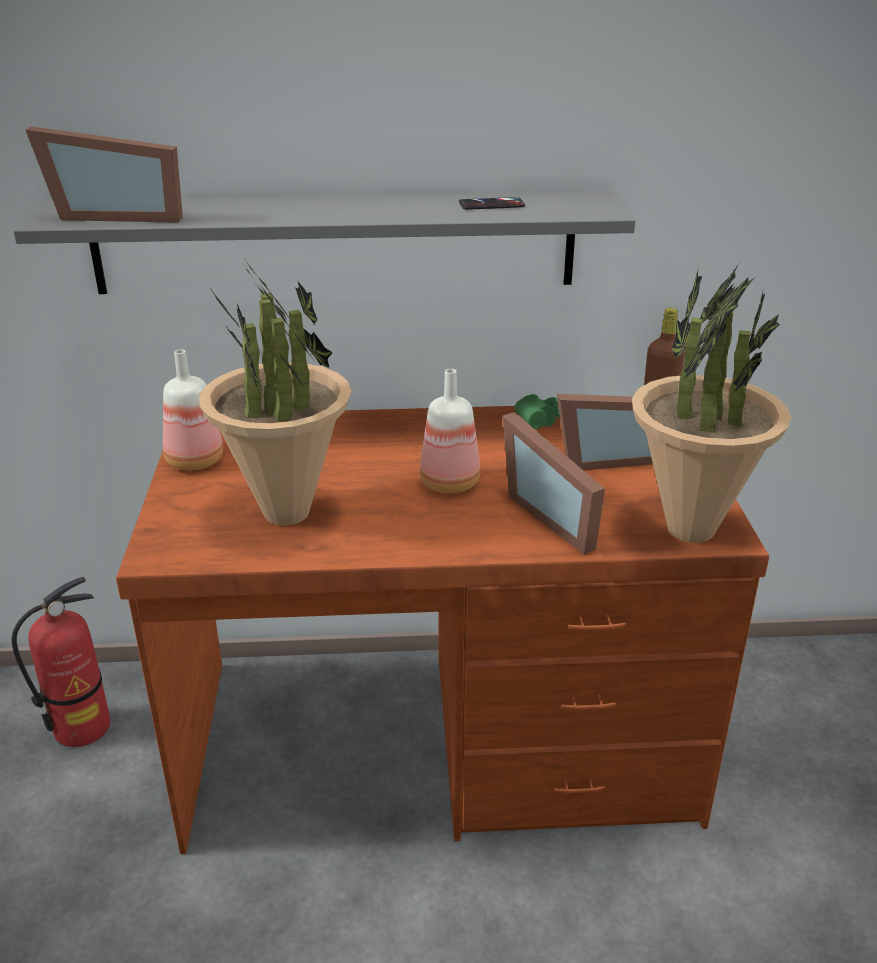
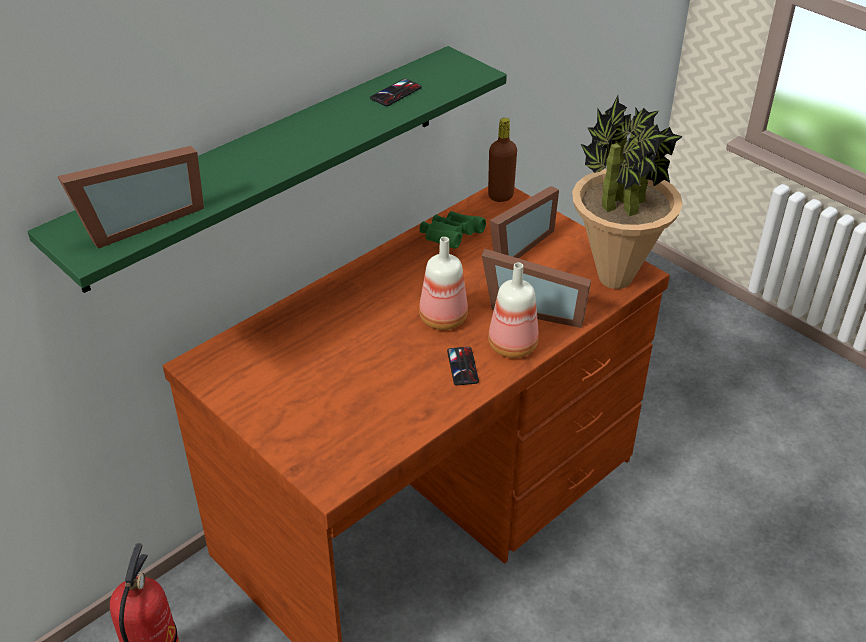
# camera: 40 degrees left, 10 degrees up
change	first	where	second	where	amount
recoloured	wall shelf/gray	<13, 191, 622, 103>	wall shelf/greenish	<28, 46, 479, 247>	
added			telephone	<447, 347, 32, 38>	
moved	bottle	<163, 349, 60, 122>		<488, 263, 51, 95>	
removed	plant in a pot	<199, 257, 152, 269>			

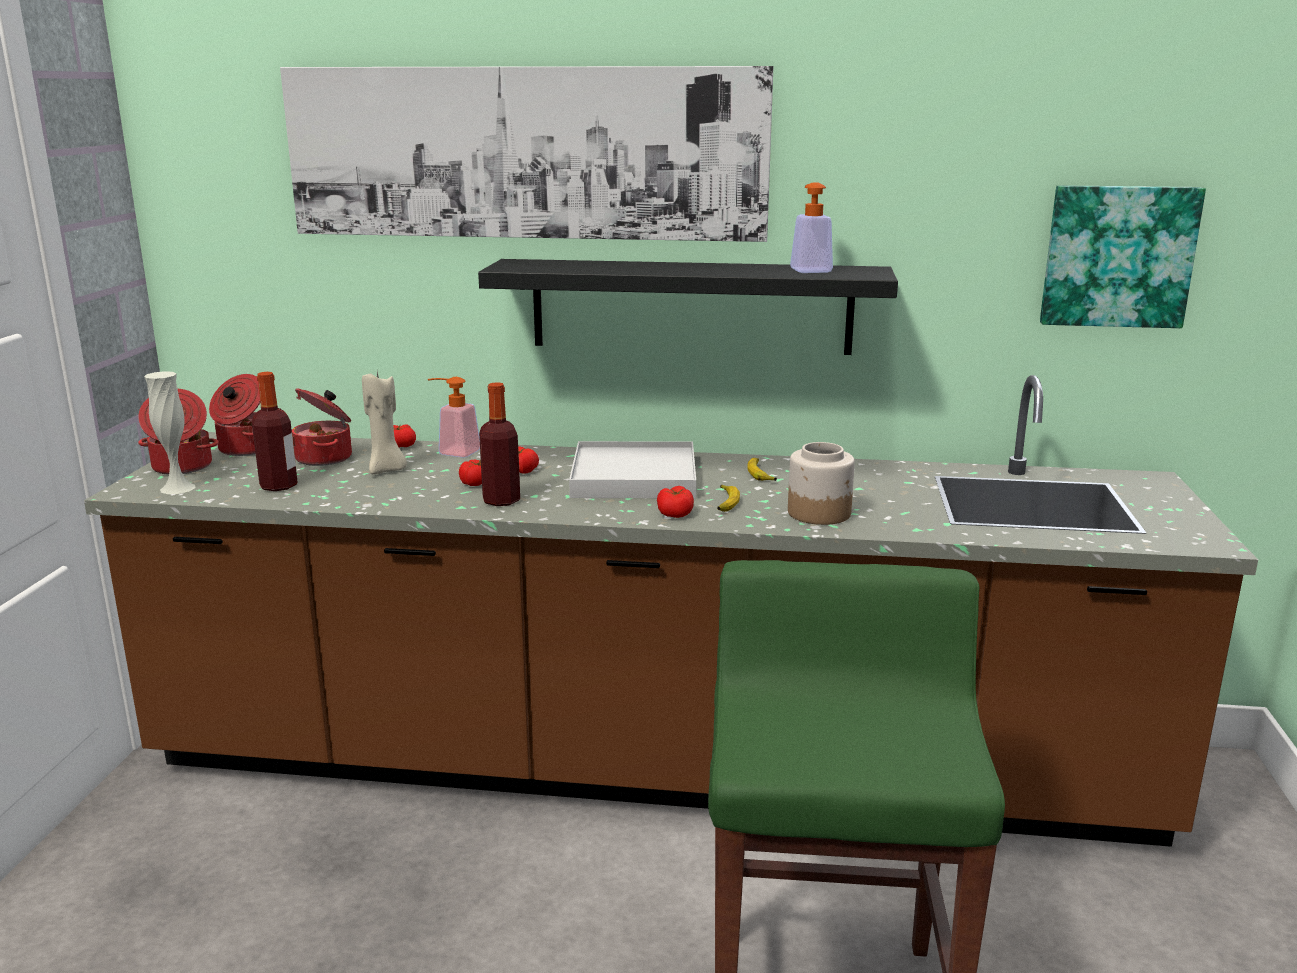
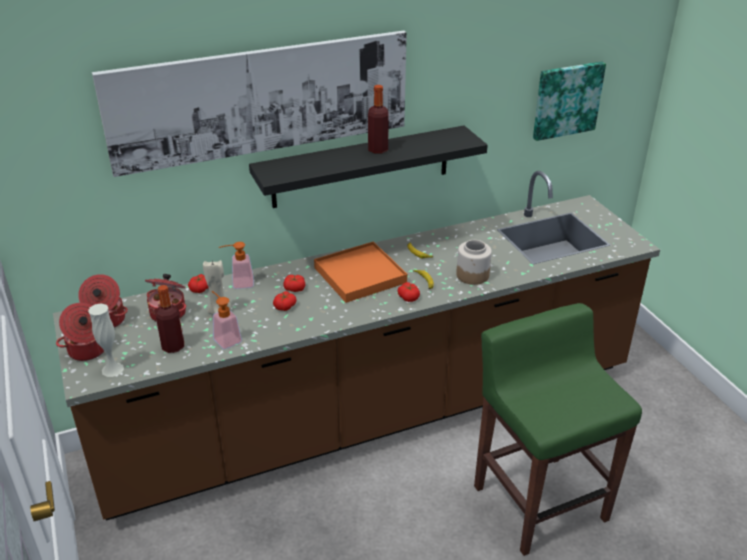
# camera: 30 degrees left, 15 degrees up
change	first	where	second	where	amount
moved	liquid soap bottle	<790, 182, 43, 91>		<212, 291, 30, 58>	
recoloured	carrying tray/white	<569, 441, 127, 58>	carrying tray/orange	<314, 242, 93, 61>	
moved	bottle	<479, 382, 41, 124>		<368, 85, 21, 69>	

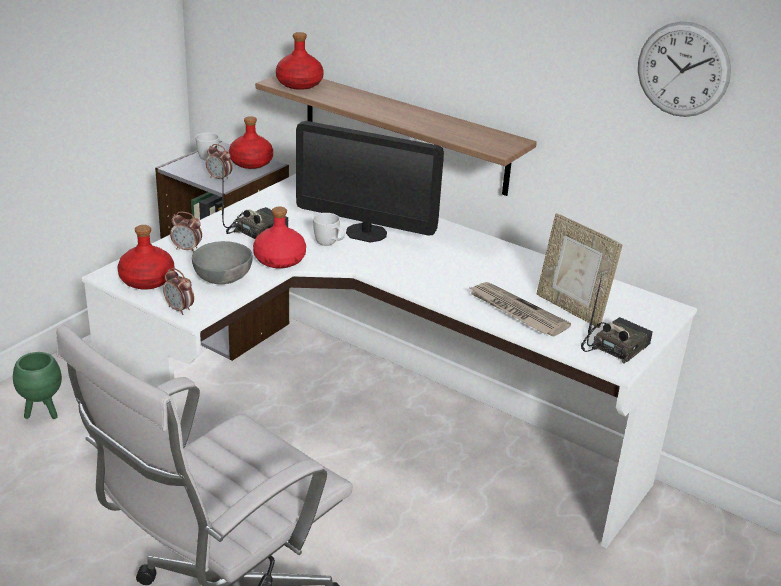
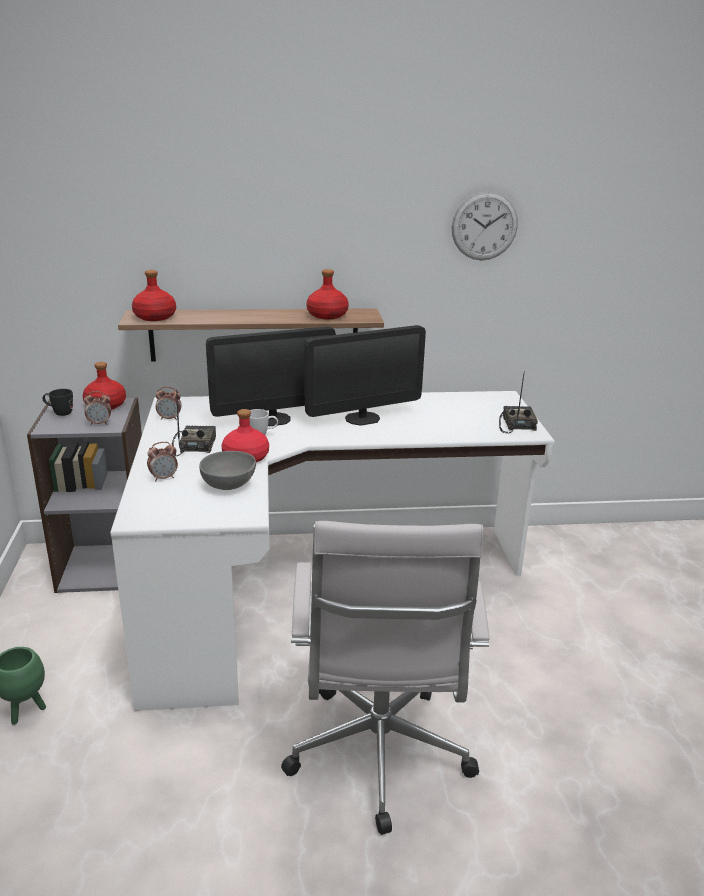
# camera: 40 degrees left, 5 degrees down
change	first	where	second	where	amount
recoloured	coffee mug/white	<195, 133, 24, 28>	coffee mug/blackish	<42, 389, 31, 27>	
moved	table clock	<163, 268, 31, 47>		<156, 387, 26, 33>	
added			monitor	<304, 325, 122, 101>	
moved	bottle/red	<117, 225, 57, 65>		<306, 269, 43, 50>	
removed	printed paper	<468, 282, 103, 54>			
removed	standing frame	<537, 213, 85, 115>			

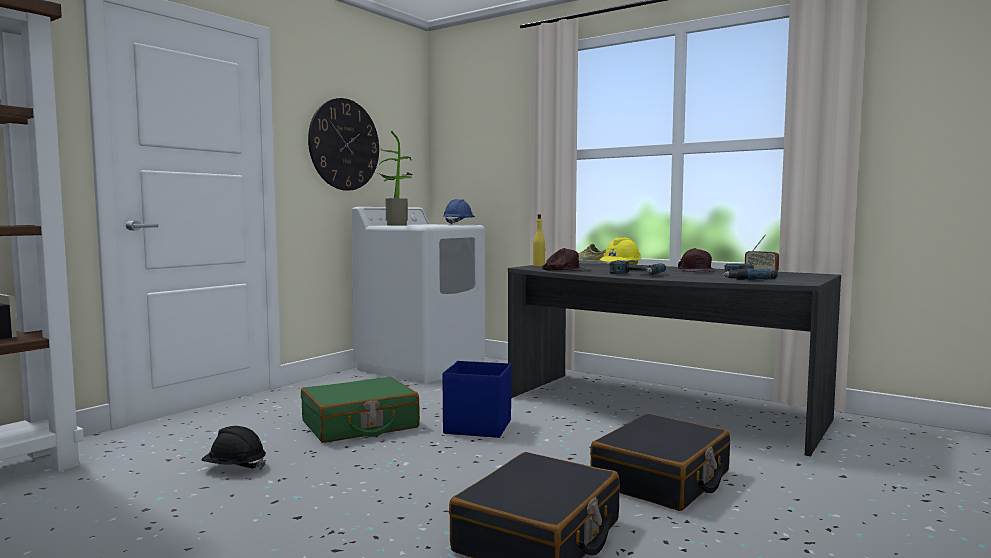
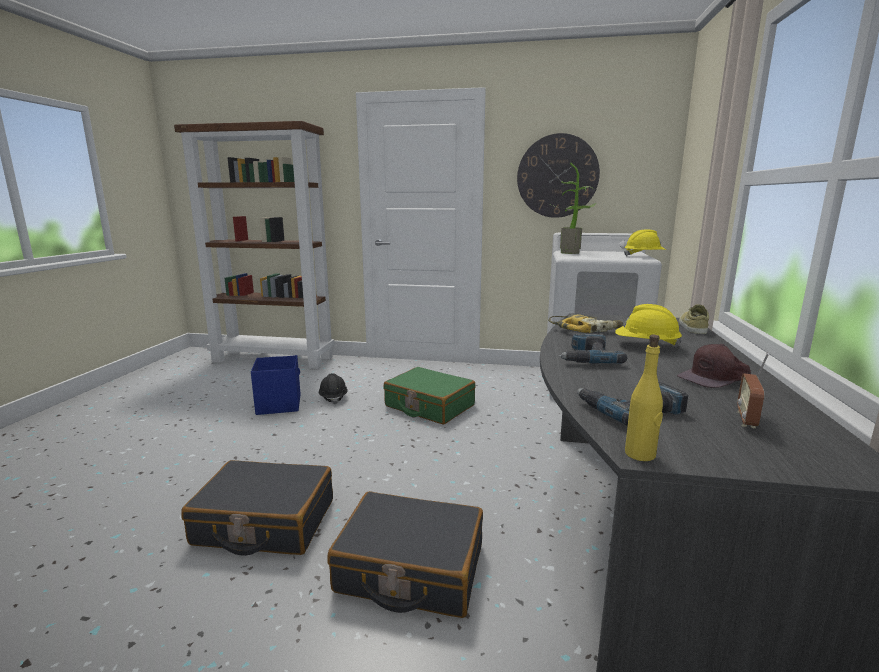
# camera: 65 degrees right, 10 degrees up
change	first	where	second	where	amount
moved	storage container/blue-coloured	<442, 361, 69, 77>		<251, 355, 50, 60>	
replaced	baseball cap/brownish	<542, 248, 49, 23>	power drill	<548, 314, 75, 19>	
recoloured	work helmet/blue-coloured	<444, 199, 31, 26>	work helmet/yellowish	<624, 229, 42, 28>	
moved	bottle/yellowish	<533, 214, 12, 52>		<625, 335, 38, 126>	

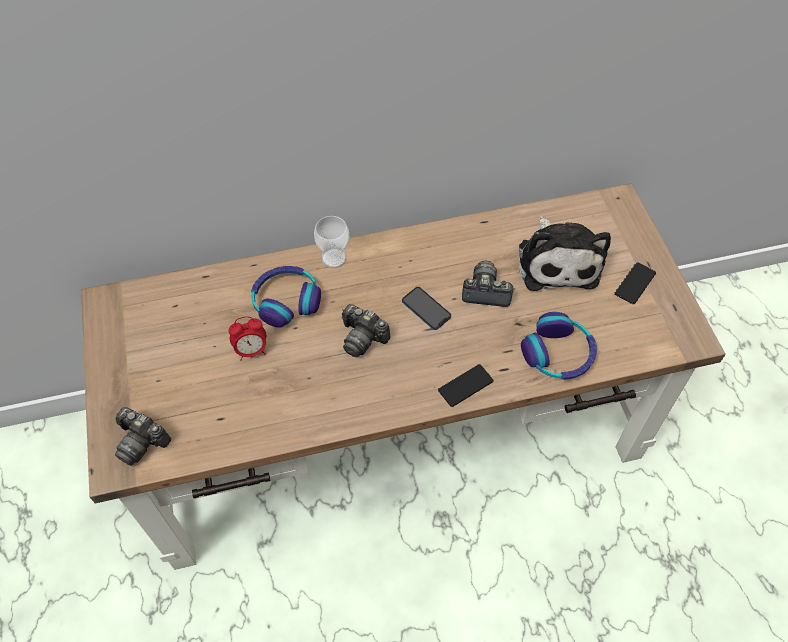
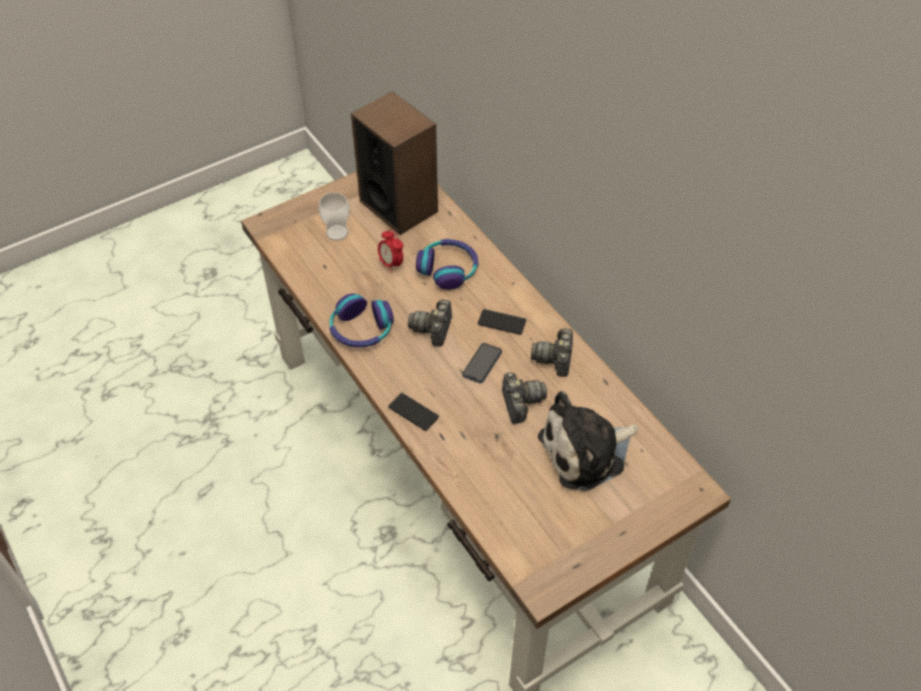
# camera: 70 degrees right, 5 degrees down
change	first	where	second	where	amount
moved	cup	<314, 216, 35, 52>		<318, 193, 32, 48>	
moved	headset	<521, 312, 76, 67>		<330, 293, 64, 54>	
added			audio speaker	<351, 91, 87, 144>	
moved	telephone	<615, 262, 41, 42>		<478, 309, 48, 26>	
moved	photo camera	<115, 407, 56, 59>		<531, 328, 42, 49>	

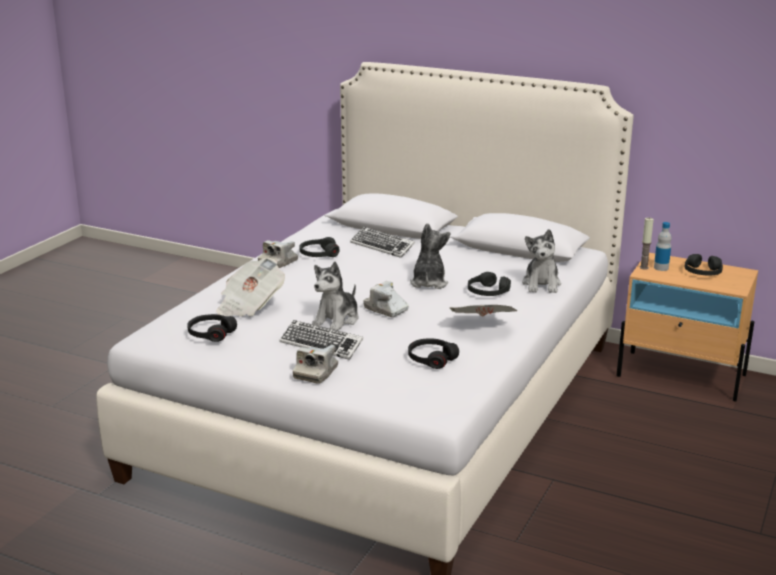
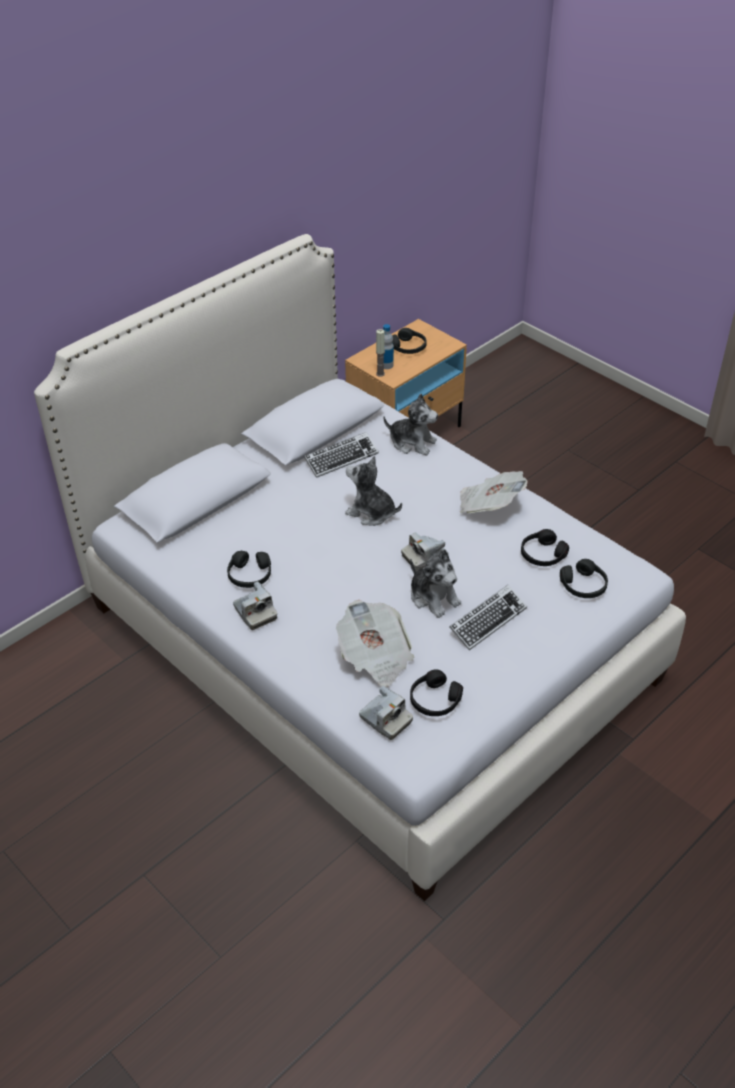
# camera: 70 degrees left, 20 degrees up
change	first	where	second	where	amount
moved	PC keyboard	<350, 227, 65, 31>		<304, 432, 75, 46>	
moved	photo camera	<293, 345, 45, 39>		<359, 686, 54, 54>	
moved	headset/blackish	<468, 272, 43, 24>		<560, 559, 48, 39>	

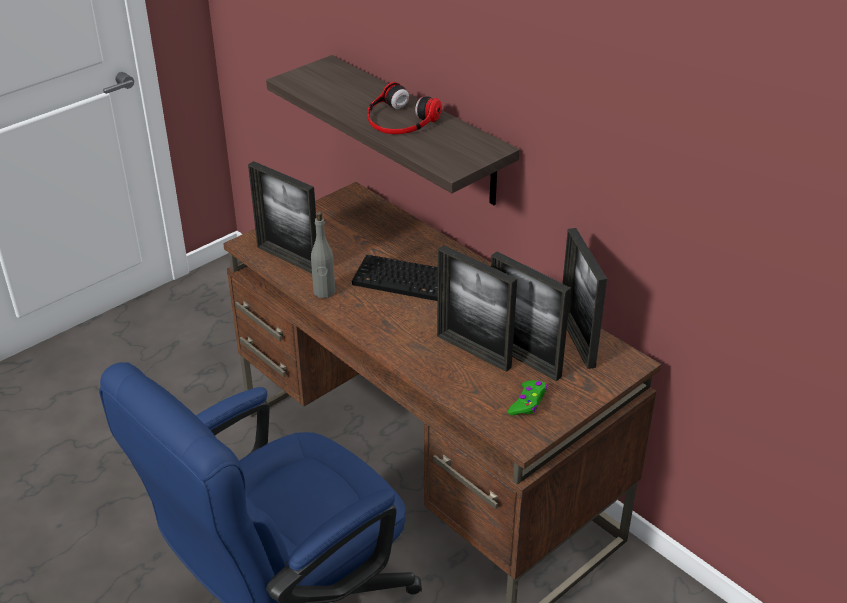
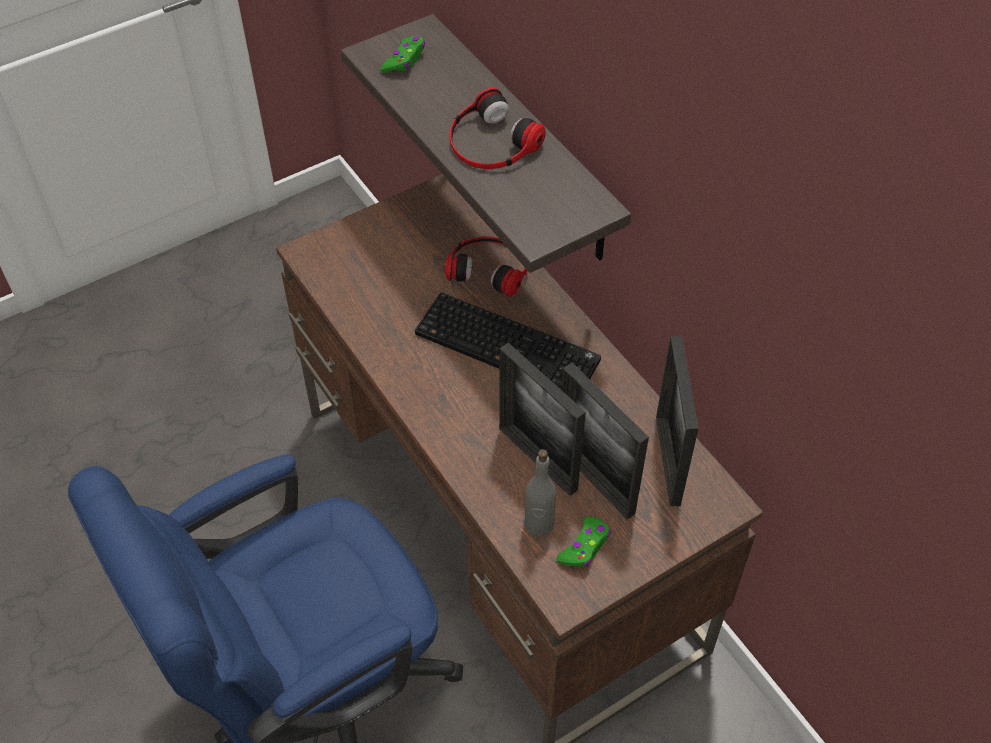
# camera: 10 degrees right, 15 degrees up
change	first	where	second	where	amount
added			game controller/greenish	<380, 36, 45, 37>	
added			headset	<445, 236, 82, 60>	
moved	bottle/gray	<311, 211, 24, 87>		<525, 449, 31, 87>	
removed	standing frame	<248, 161, 68, 112>			

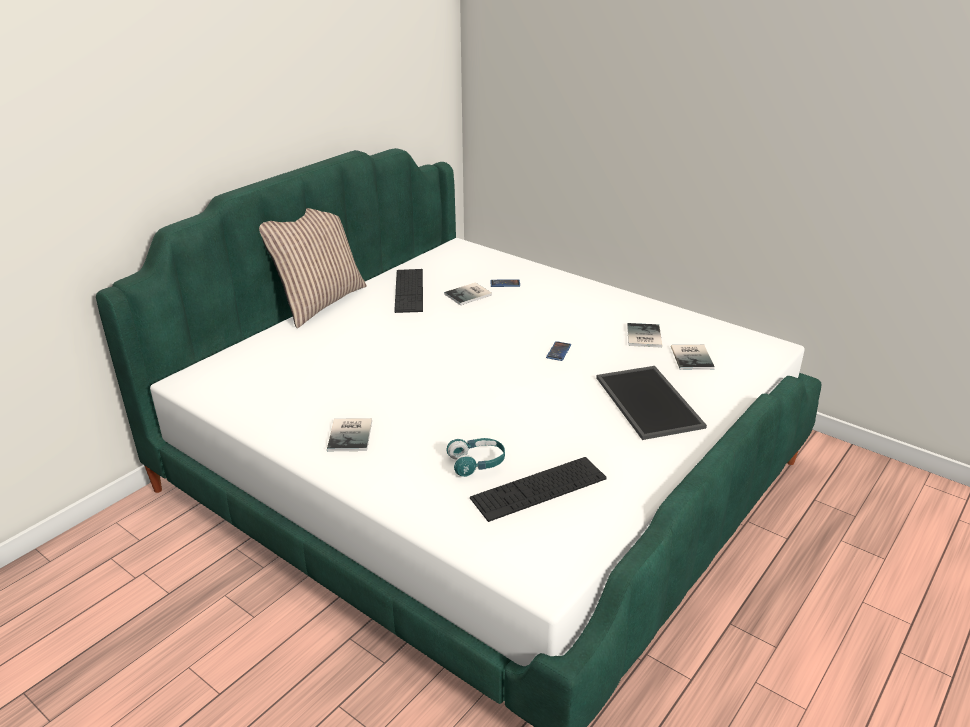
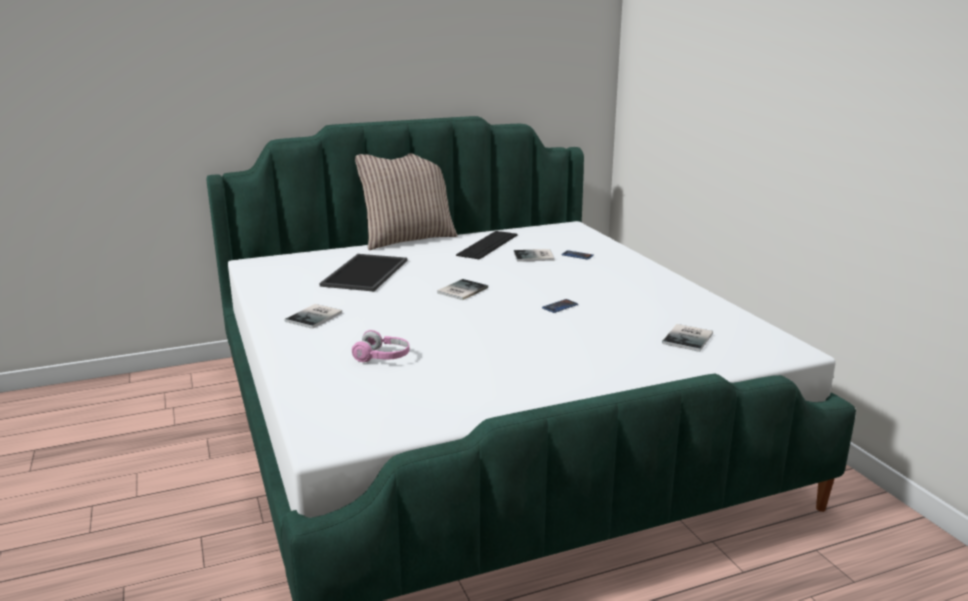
# camera: 30 degrees right, 10 degrees down
change	first	where	second	where	amount
moved	carrying tray	<596, 366, 111, 74>		<319, 254, 88, 38>	
recoloured	headset/blue-green	<447, 438, 58, 39>	headset/pink-coloured	<352, 330, 57, 32>	
moved	bound book	<627, 323, 35, 25>		<437, 279, 51, 21>	
removed	PC keyboard	<470, 457, 137, 65>			

